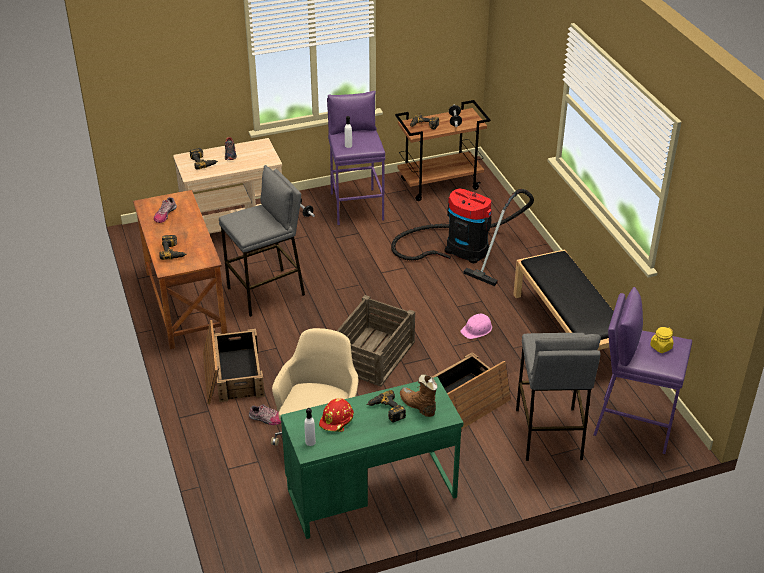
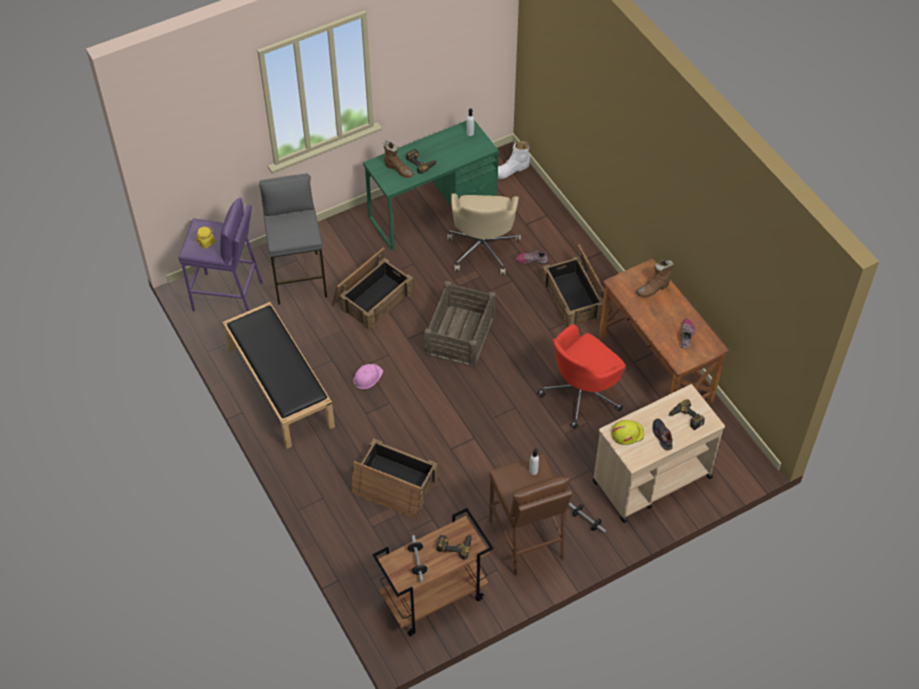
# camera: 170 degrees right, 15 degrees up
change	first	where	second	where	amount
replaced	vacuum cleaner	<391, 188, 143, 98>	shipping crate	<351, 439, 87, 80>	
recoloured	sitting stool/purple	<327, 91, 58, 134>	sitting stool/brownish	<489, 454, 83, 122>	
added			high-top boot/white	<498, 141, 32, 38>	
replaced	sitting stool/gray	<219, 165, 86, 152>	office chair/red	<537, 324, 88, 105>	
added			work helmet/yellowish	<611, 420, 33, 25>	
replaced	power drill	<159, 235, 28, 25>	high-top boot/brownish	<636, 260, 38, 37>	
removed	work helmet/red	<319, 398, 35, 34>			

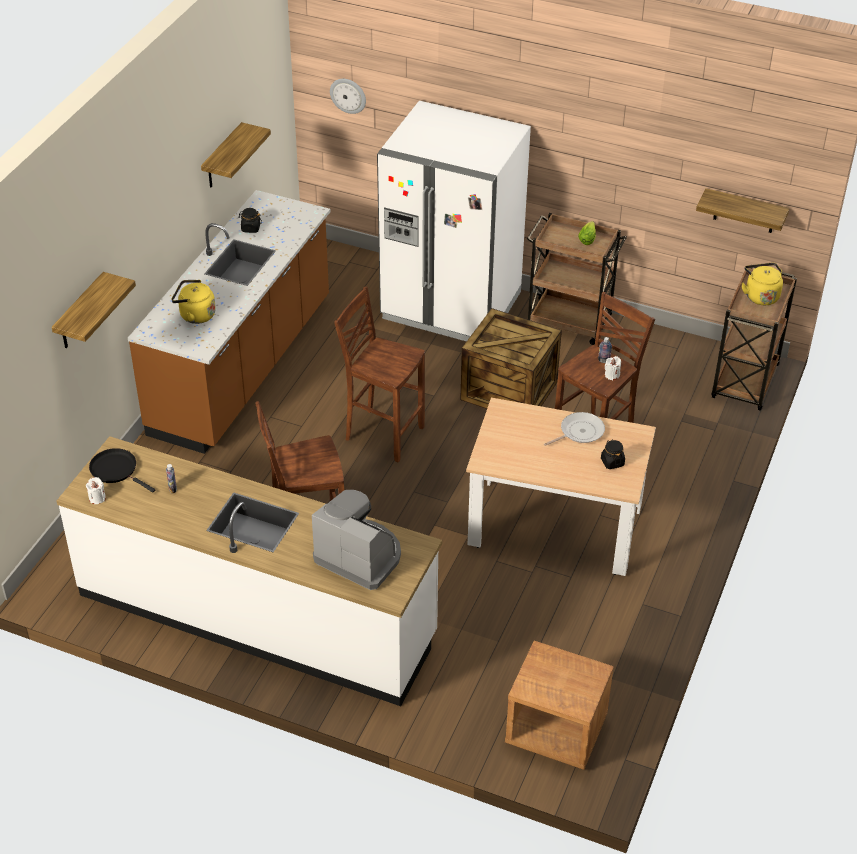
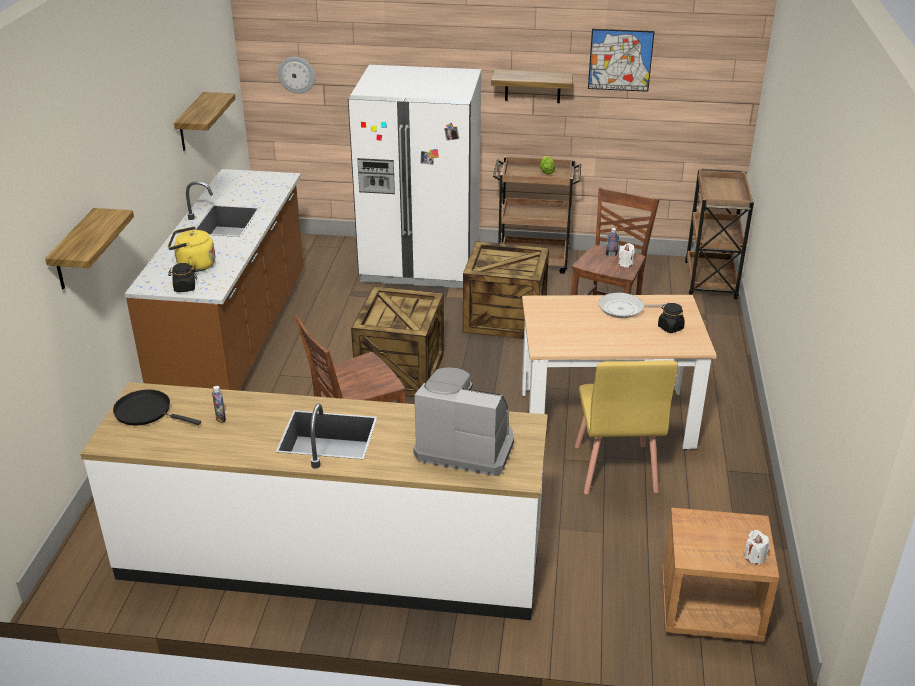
# camera: 15 degrees left, 10 degrees down
change	first	where	second	where	amount
moved	preserve jar/blackish	<238, 208, 24, 25>		<168, 263, 29, 29>	
replaced	sitting stool/brownish	<334, 286, 91, 176>	shipping crate	<351, 286, 93, 111>	
moved	wall shelf	<696, 188, 93, 45>		<491, 70, 82, 33>	
added			upright chair/yellowish	<575, 360, 103, 134>	
added			wall picture	<588, 29, 67, 63>	
turned	pan	<544, 412, 61, 34>		<598, 293, 68, 25>	135 degrees counterclockwise
moved	wax light/white	<86, 477, 20, 27>		<744, 530, 26, 35>	
removed	tea kettle/yellowish	<742, 263, 41, 42>			

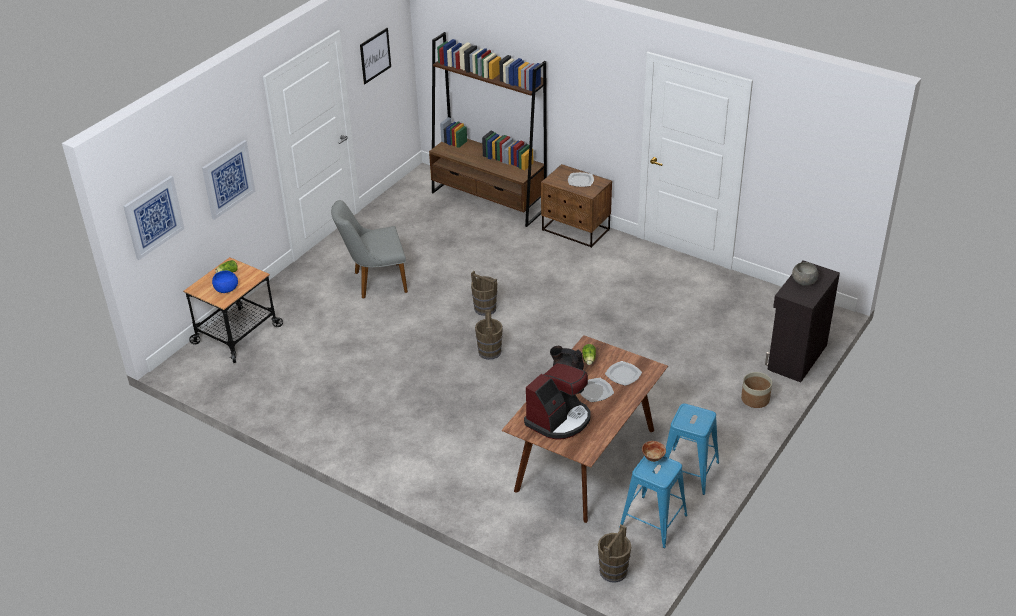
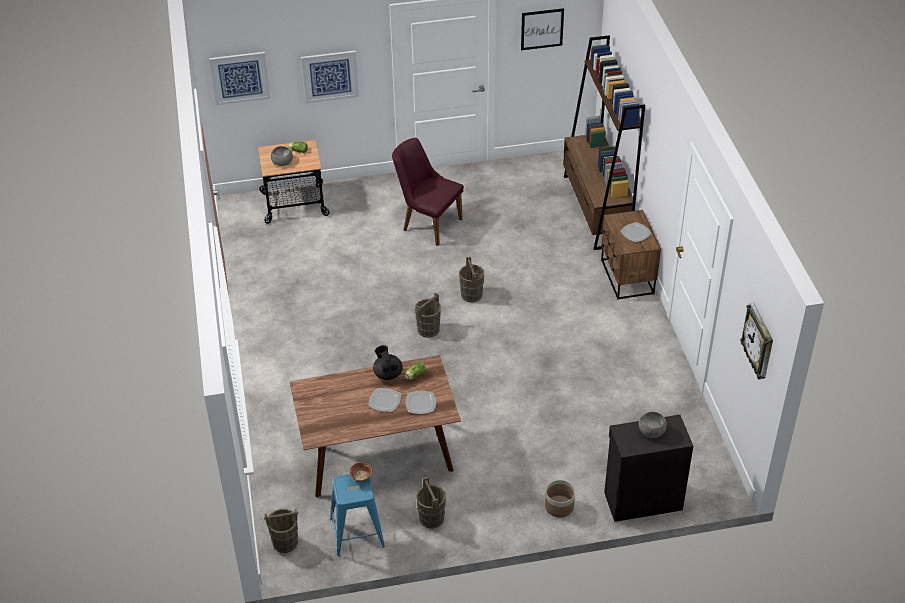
# camera: 45 degrees right, 5 degrees up
change	first	where	second	where	amount
recoloured	serving bowl/blue-coloured	<212, 271, 26, 22>	serving bowl/gray	<271, 146, 22, 20>	
recoloured	upright chair/gray	<331, 200, 77, 99>	upright chair/purple	<392, 138, 72, 108>	
replaced	sitting stool/blue-coloured	<661, 404, 58, 91>	bucket/brownish	<416, 477, 30, 51>	
added			clock on the wall	<740, 303, 33, 76>	
removed	coffee brewer	<524, 363, 67, 76>			

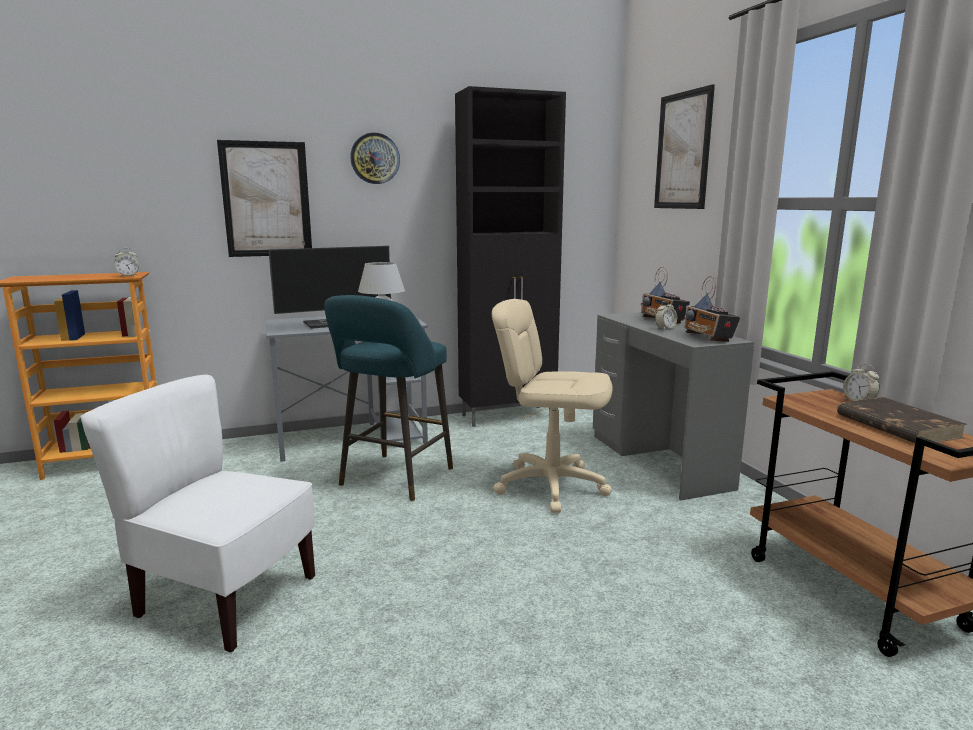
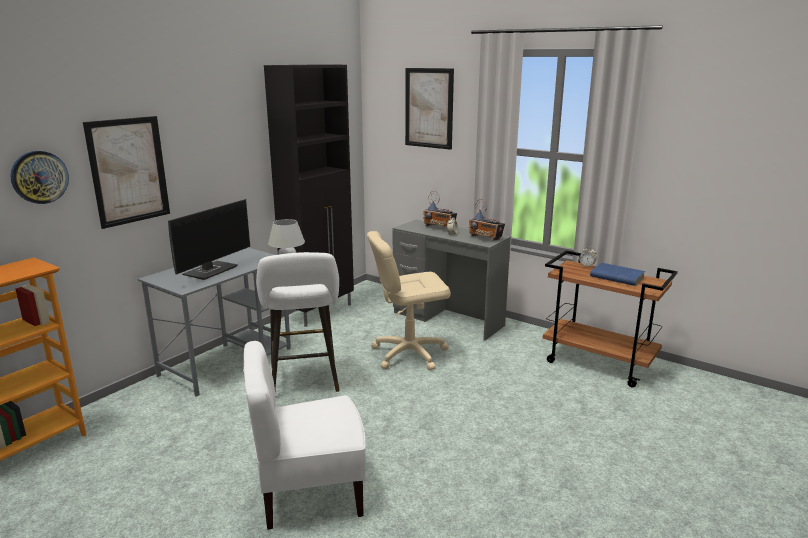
# camera: 35 degrees left, 5 degrees up
change	first	where	second	where	amount
moved	clock on the wall	<350, 133, 50, 51>		<11, 151, 58, 53>	
recoloured	sitting stool/blue-green	<324, 295, 129, 206>	sitting stool/white	<256, 252, 84, 140>	
recoloured	bound book/brownish	<837, 397, 130, 46>	bound book/blue-coloured	<590, 263, 55, 23>	
removed	table clock	<114, 248, 25, 29>			

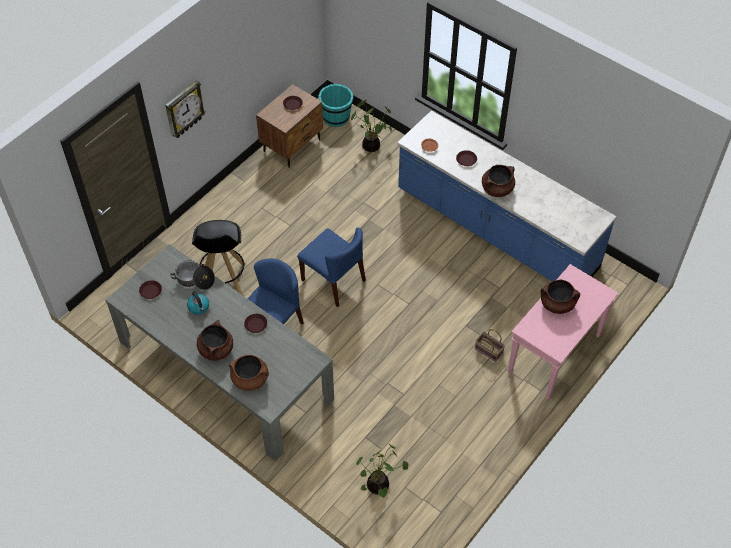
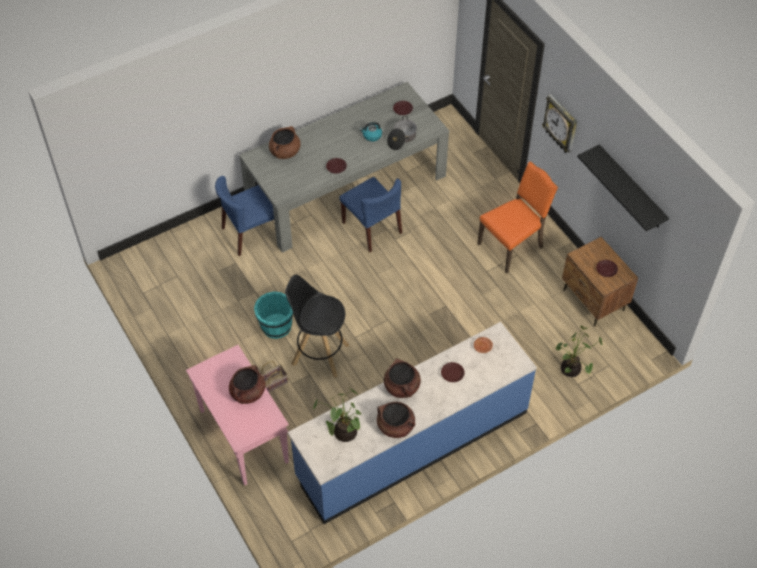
# camera: 110 degrees right, 0 degrees up
change	first	where	second	where	amount
moved	upright chair/blue-coloured	<297, 228, 69, 79>		<215, 176, 59, 80>	
moved	bucket/blue-green	<318, 84, 35, 43>		<254, 291, 39, 48>	
moved	sitting stool/blackish	<192, 220, 54, 75>		<285, 275, 65, 103>	
moved	plant in a pot	<356, 444, 53, 54>		<313, 388, 48, 54>	
moved	cooking pot/brownish	<197, 320, 36, 41>		<377, 402, 38, 36>	
added			upright chair/orange	<477, 162, 81, 112>	
added			wall shelf/blackish	<577, 145, 92, 86>	

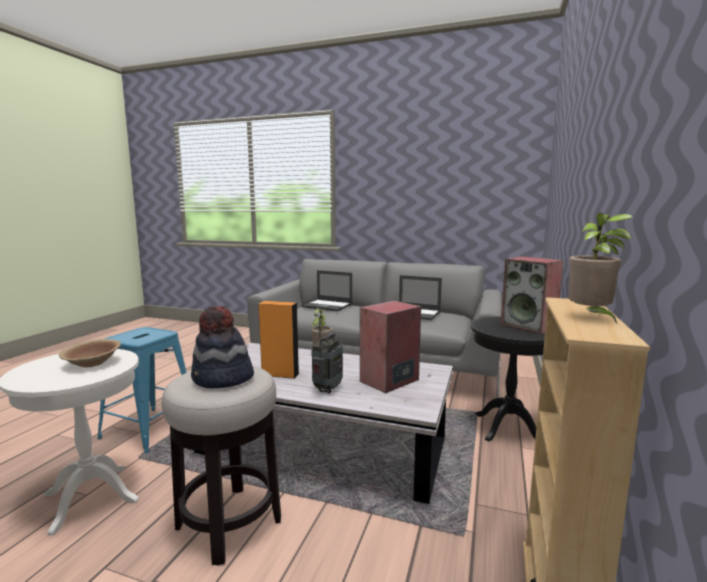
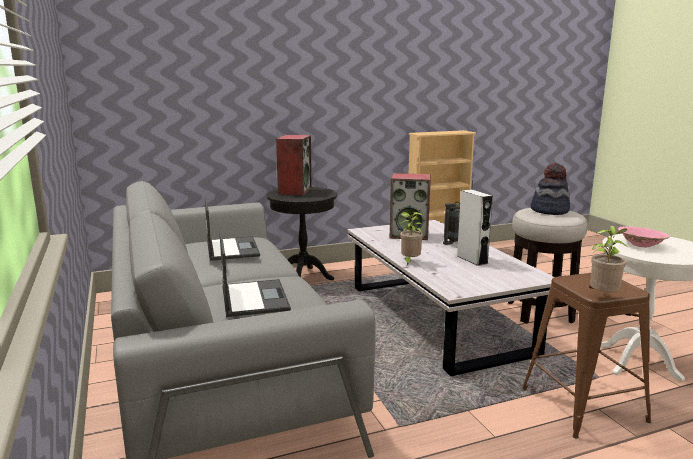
# camera: 130 degrees left, 5 degrees up
change	first	where	second	where	amount
recoloured	audio speaker/orange	<259, 301, 41, 78>	audio speaker/gray	<457, 189, 36, 77>	
recoloured	sitting stool/blue-coloured	<97, 327, 90, 126>	sitting stool/brownish	<522, 273, 129, 166>	
moved	plant in a pot	<568, 212, 65, 112>		<590, 226, 39, 67>	
recoloured	serving bowl/brownish	<59, 339, 62, 28>	serving bowl/pink-coloured	<618, 226, 52, 21>	

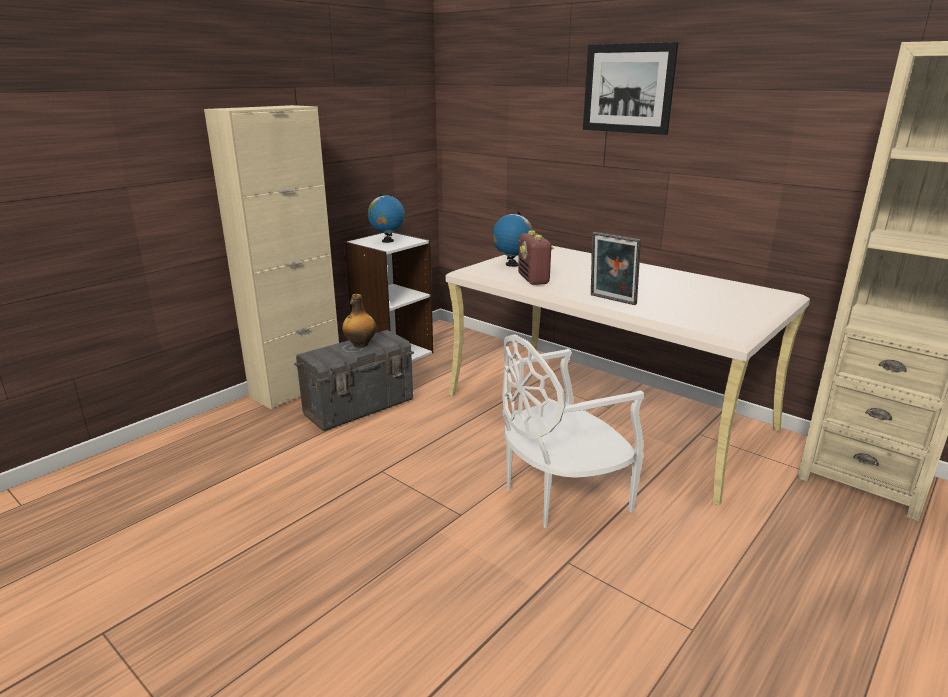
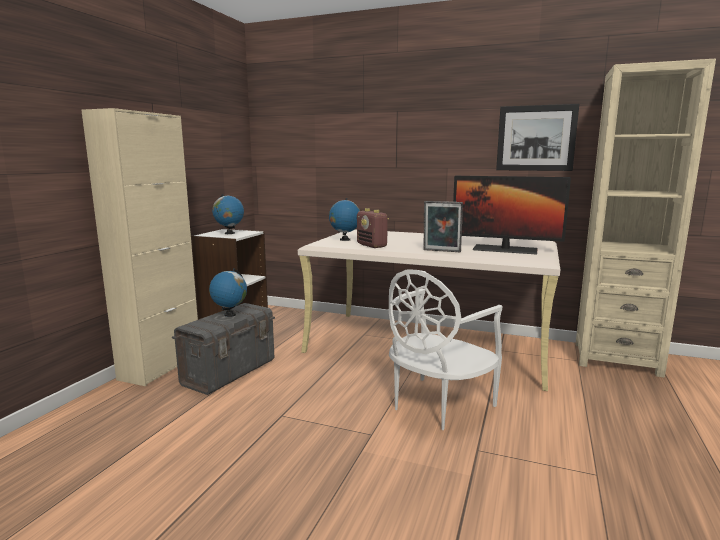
# camera: 20 degrees left, 10 degrees down
change	first	where	second	where	amount
replaced	bottle	<342, 294, 35, 54>	world globe	<209, 268, 38, 49>	
added			monitor	<453, 176, 118, 79>	
moved	wall picture	<583, 42, 95, 93>		<496, 104, 83, 67>	

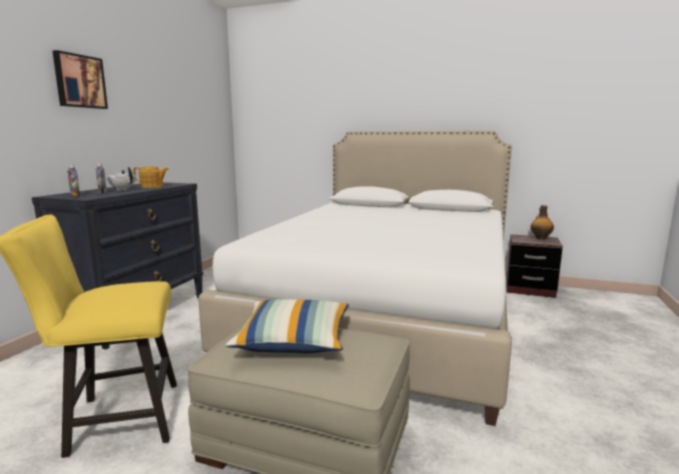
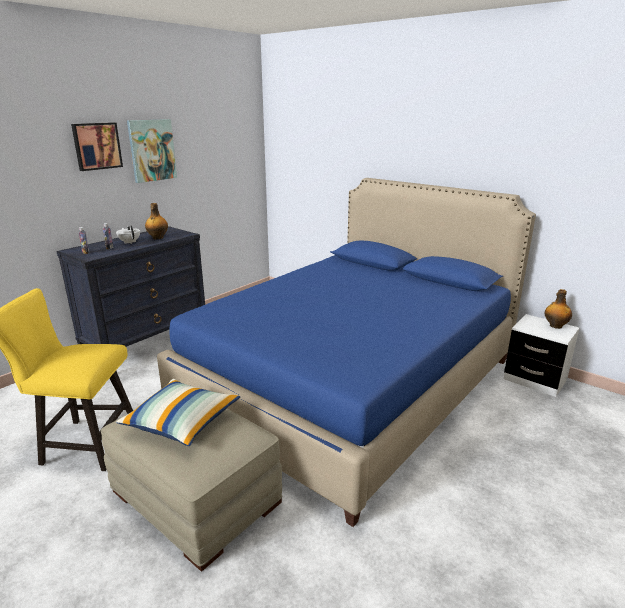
# camera: 20 degrees right, 10 degrees up
change	first	where	second	where	amount
added			wall picture	<127, 119, 50, 64>	
replaced	pot for tea	<133, 167, 36, 21>	bottle	<145, 203, 23, 36>	
recoloured	sleeping bed/white	<198, 131, 314, 295>	sleeping bed/blue-coloured	<157, 178, 379, 349>	
recoloured	bedside table/brownish	<506, 234, 57, 64>	bedside table/white	<504, 314, 75, 83>	

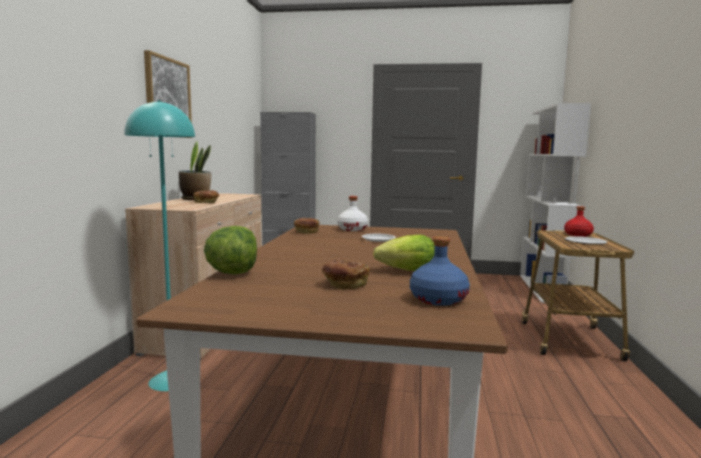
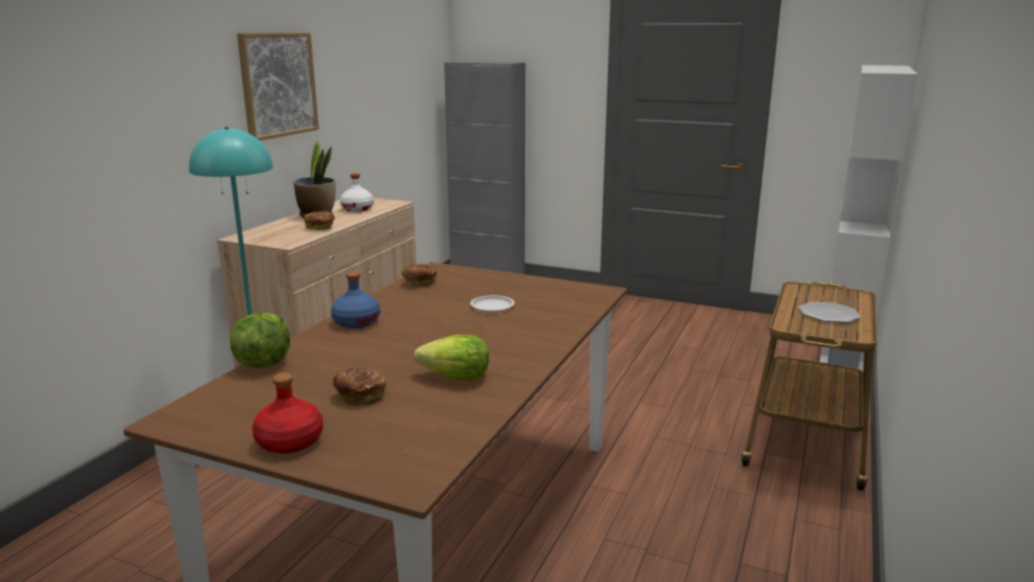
# camera: 15 degrees right, 10 degrees up
change	first	where	second	where	amount
moved	bottle/red	<564, 206, 30, 31>		<252, 373, 71, 81>	
moved	bottle/blue-coloured	<410, 236, 60, 70>		<331, 272, 49, 56>	
moved	bottle/white	<337, 196, 31, 35>		<340, 173, 34, 39>	

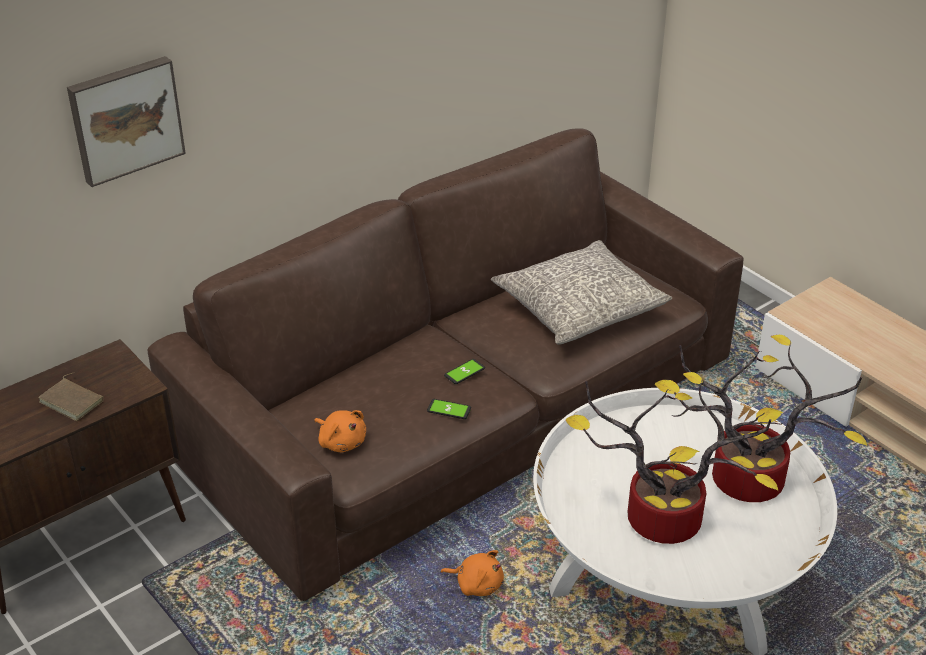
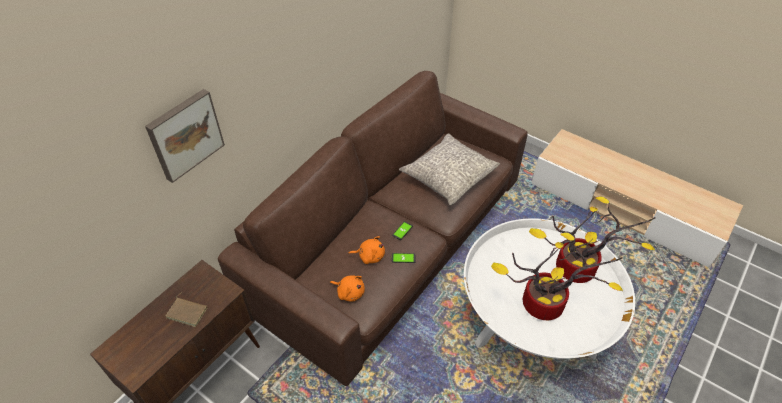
# camera: 15 degrees left, 10 degrees up
change	first	where	second	where	amount
moved	plush toy/orange	<441, 550, 63, 46>		<348, 236, 37, 28>	

